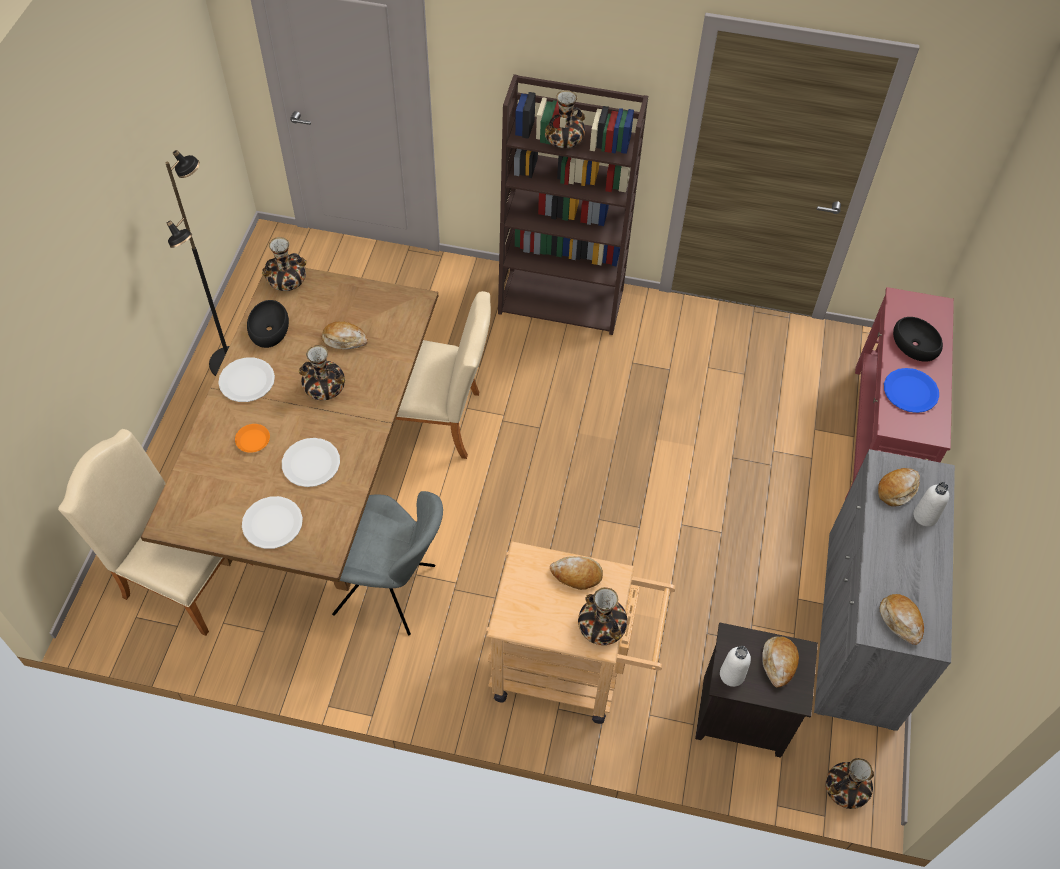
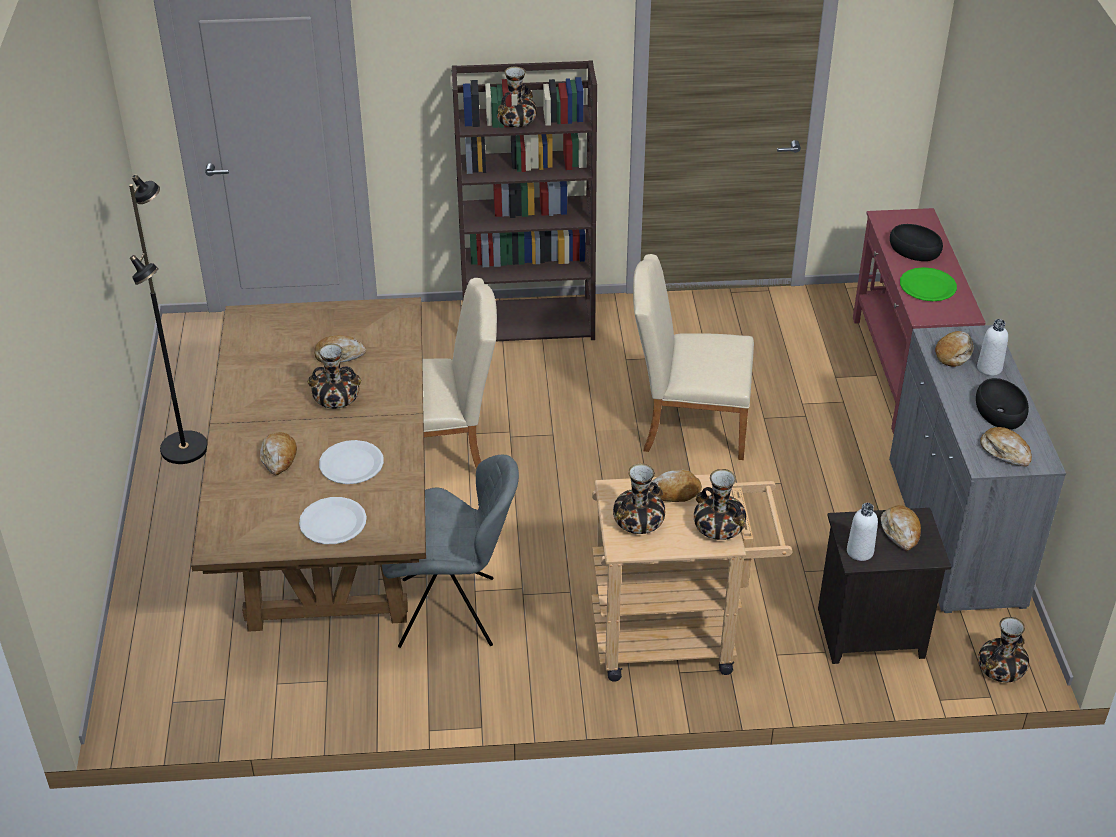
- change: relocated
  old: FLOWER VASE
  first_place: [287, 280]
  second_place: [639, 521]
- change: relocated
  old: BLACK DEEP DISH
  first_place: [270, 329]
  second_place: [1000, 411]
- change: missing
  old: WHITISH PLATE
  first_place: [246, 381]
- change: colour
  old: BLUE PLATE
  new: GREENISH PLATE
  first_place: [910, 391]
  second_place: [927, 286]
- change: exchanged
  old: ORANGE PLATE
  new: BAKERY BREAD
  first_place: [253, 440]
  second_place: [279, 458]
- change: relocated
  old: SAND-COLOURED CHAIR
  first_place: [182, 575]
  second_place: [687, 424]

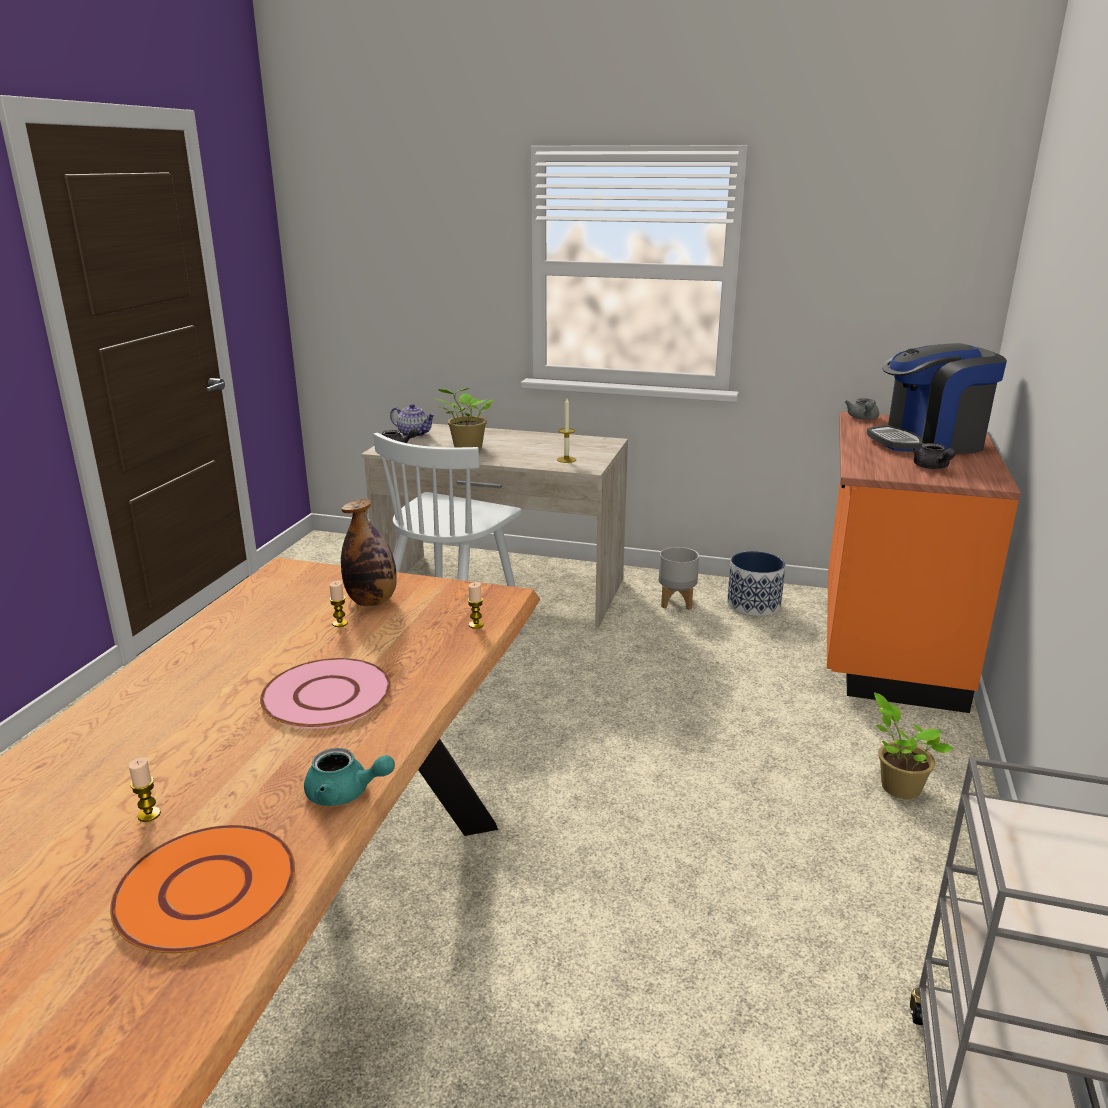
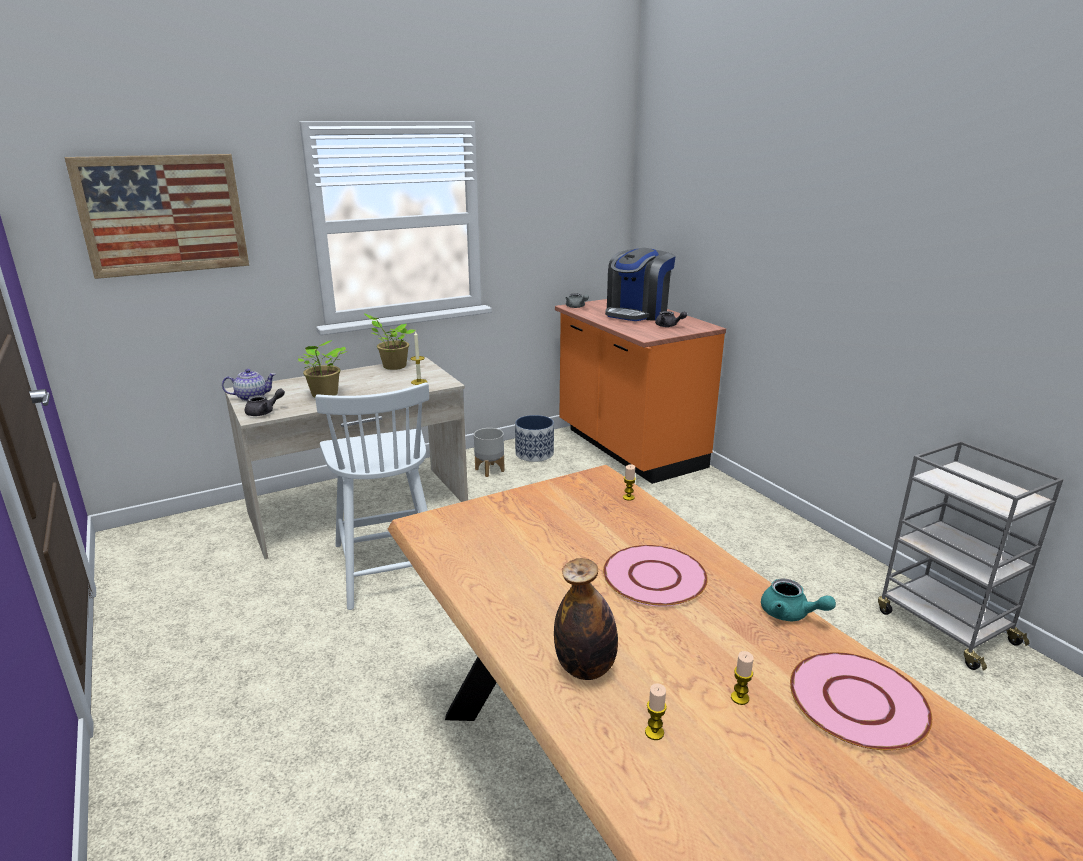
- change: relocated
  old: BEVERAGE BOTTLE
  first_place: [372, 601]
  second_place: [585, 668]
- change: relocated
  old: WAX CANDLE
  first_place: [340, 623]
  second_place: [654, 732]
- change: relocated
  old: HOUSEPLANT
  first_place: [897, 786]
  second_place: [392, 366]
- change: spun
  old: TURQUOISE-COLOURED POT FOR TEA
  first_place: [346, 793]
  second_place: [790, 614]
  degrees: 75
- change: colour
  old: ORANGE PLATE
  new: PINK PLATE
  first_place: [208, 889]
  second_place: [857, 701]
- change: appeared
  new: WALL ART
  second_place: [163, 215]

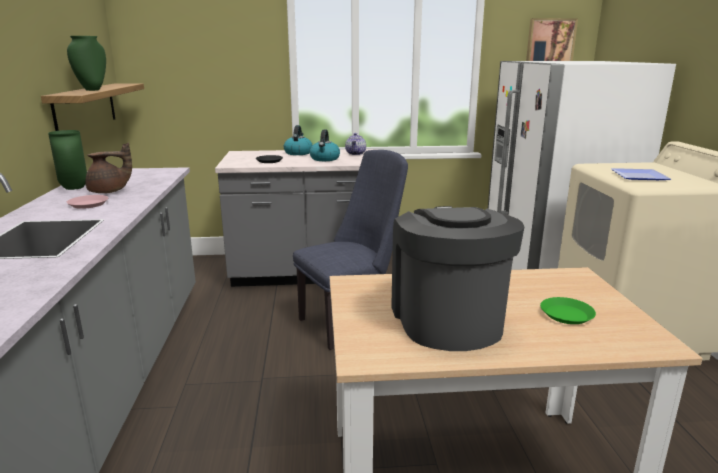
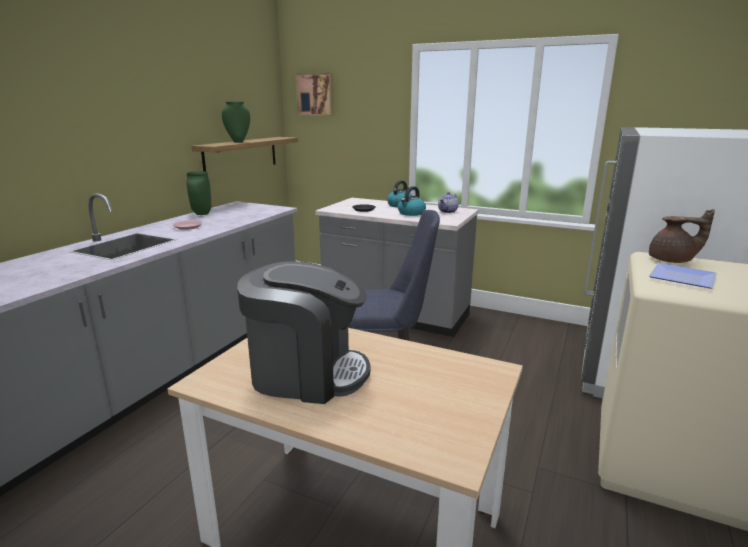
- change: relocated
  old: WALL ART
  first_place: [550, 43]
  second_place: [316, 94]
- change: relocated
  old: BROWN-COLOURED POT FOR TEA
  first_place: [109, 191]
  second_place: [672, 261]
- change: spun
  old: COFFEE BREWER
  first_place: [447, 319]
  second_place: [307, 373]
  degrees: 75
- change: missing
  old: GREENISH PLATE
  first_place: [566, 315]

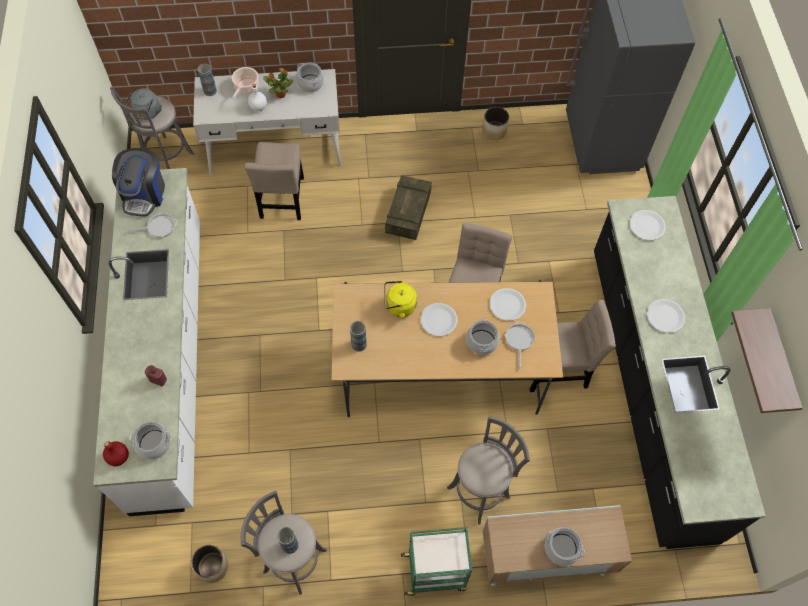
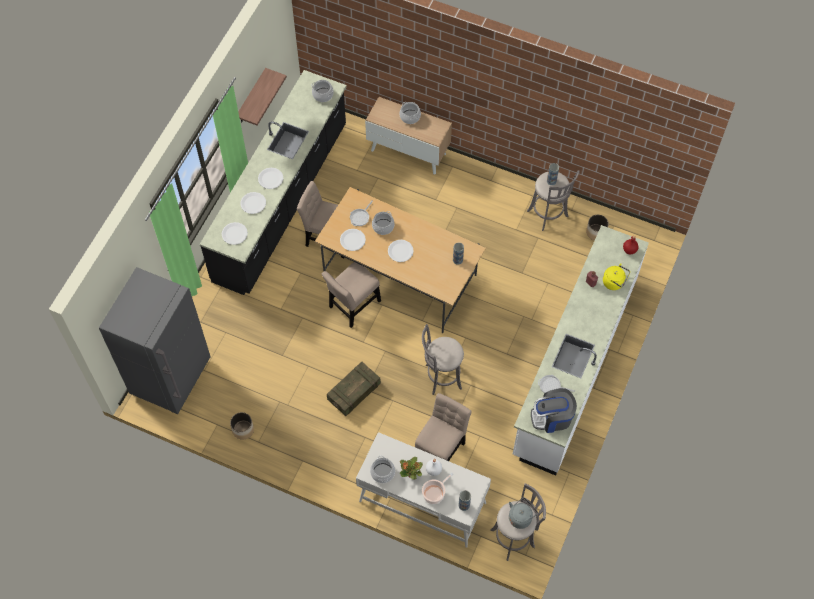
- change: spun
  old: COFFEE BREWER
  first_place: [144, 194]
  second_place: [552, 417]
  degrees: -135
- change: relocated
  old: YELLOW TEA KETTLE
  first_place: [399, 306]
  second_place: [614, 282]
- change: relocated
  old: GREY STOOL SEAT
  first_place: [481, 490]
  second_place: [441, 377]
- change: relocated
  old: SAUCEPOT
  first_place: [154, 443]
  second_place: [322, 95]
- change: missing
  old: GREENISH TROLLEY
  first_place: [435, 572]
- change: appeared
  new: WHITISH PLATE
  second_place: [253, 203]

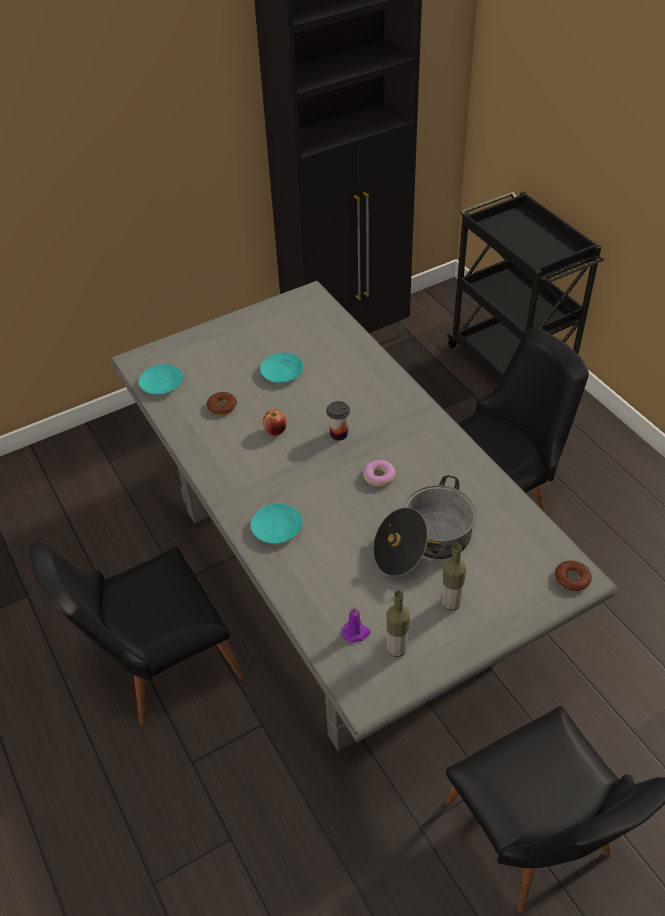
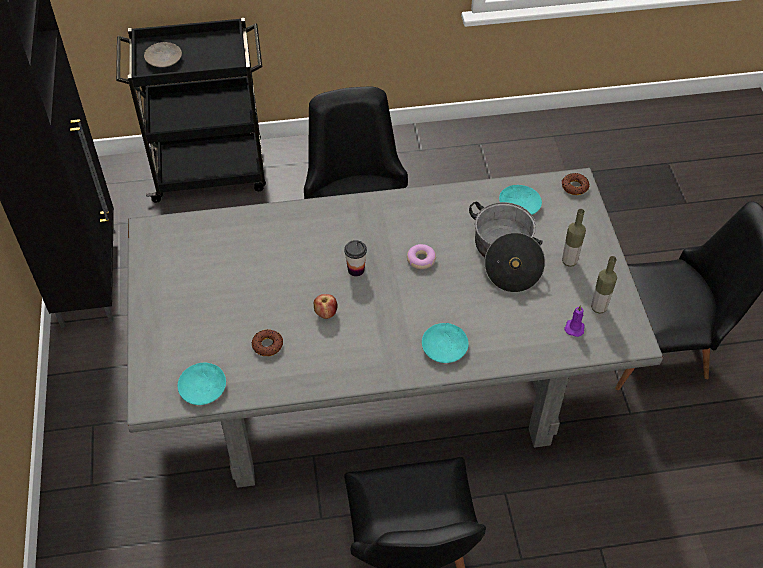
- change: relocated
  old: TURQUOISE-COLOURED PLATE
  first_place: [282, 372]
  second_place: [519, 204]
- change: appeared
  new: SAND-COLOURED PLATE
  second_place: [163, 58]

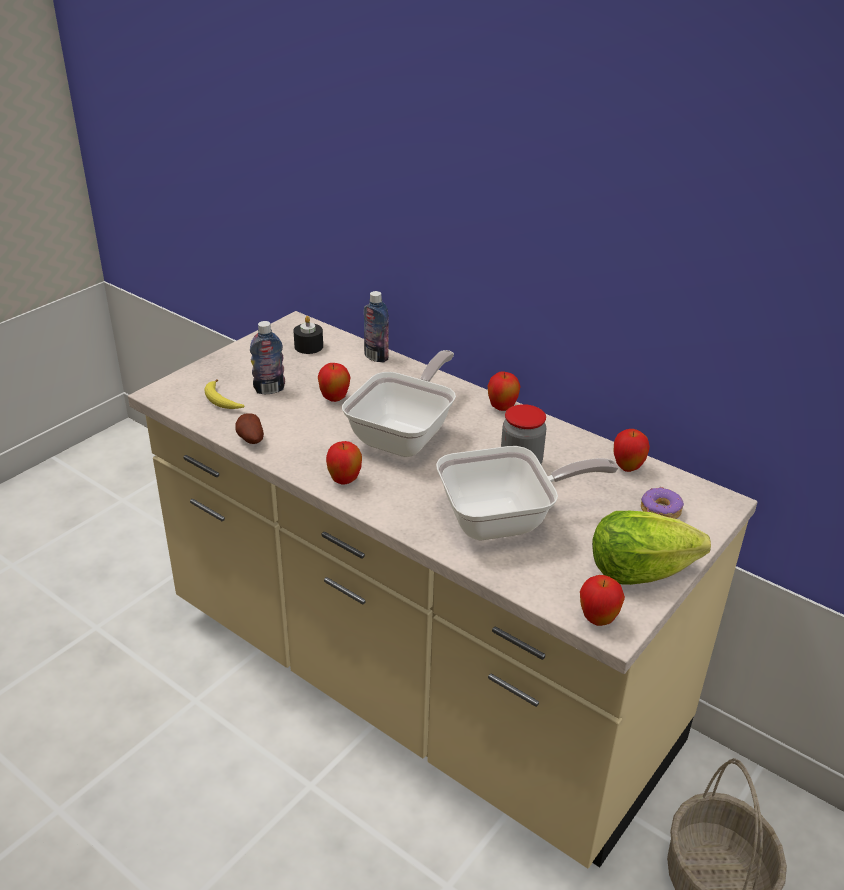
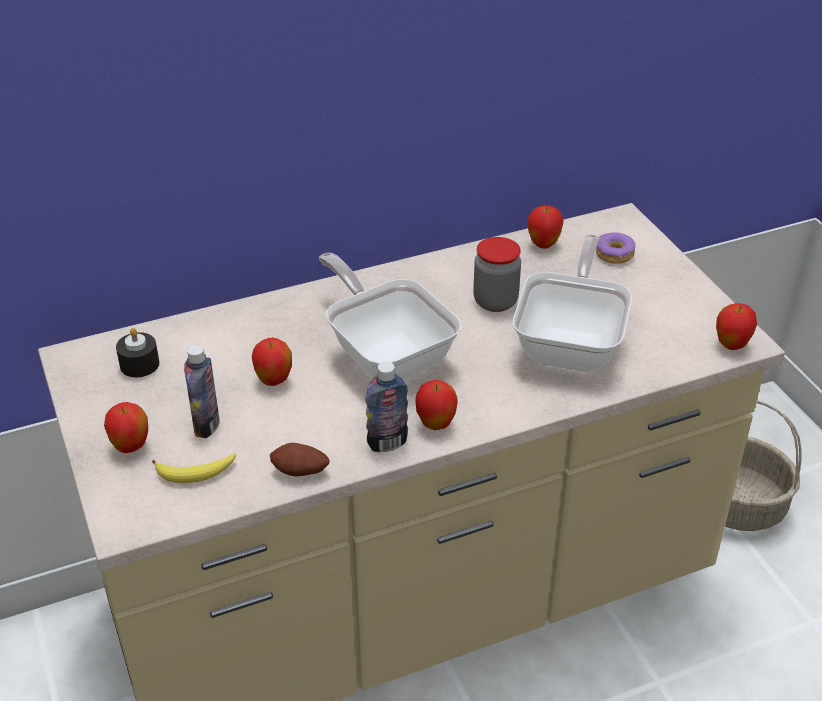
- change: relocated
  old: BEVERAGE BOTTLE
  first_place: [376, 357]
  second_place: [387, 443]
- change: relocated
  old: WHOLE APPLE
  first_place: [502, 408]
  second_place: [131, 447]
- change: missing
  old: LETTUCE
  first_place: [638, 571]

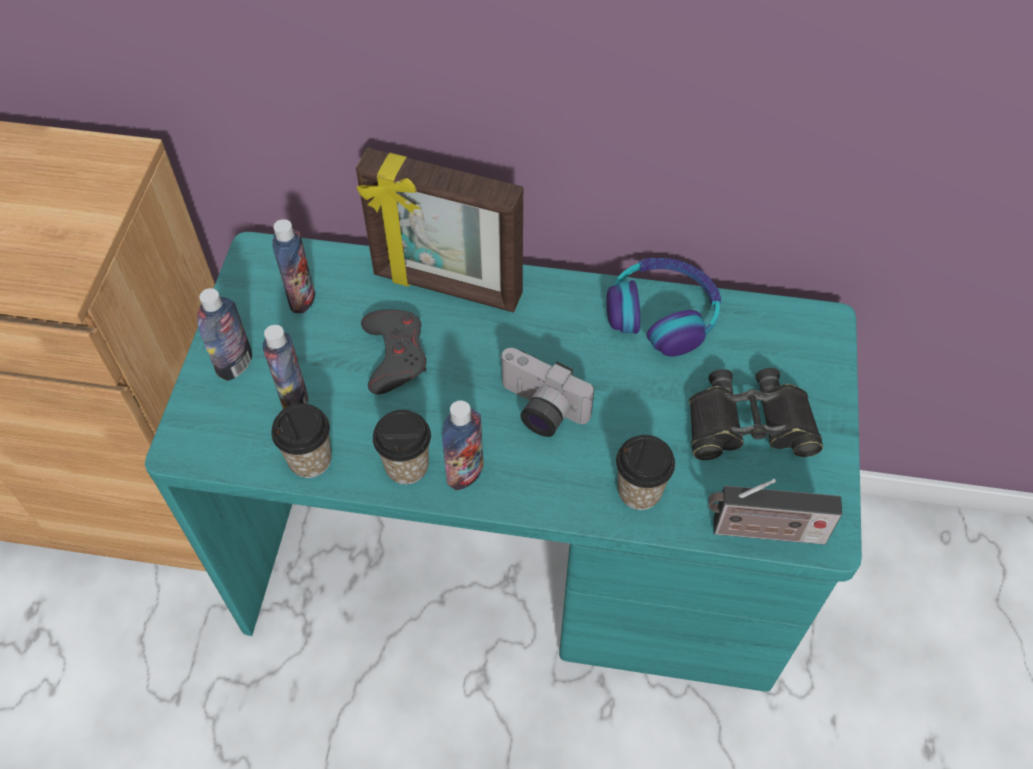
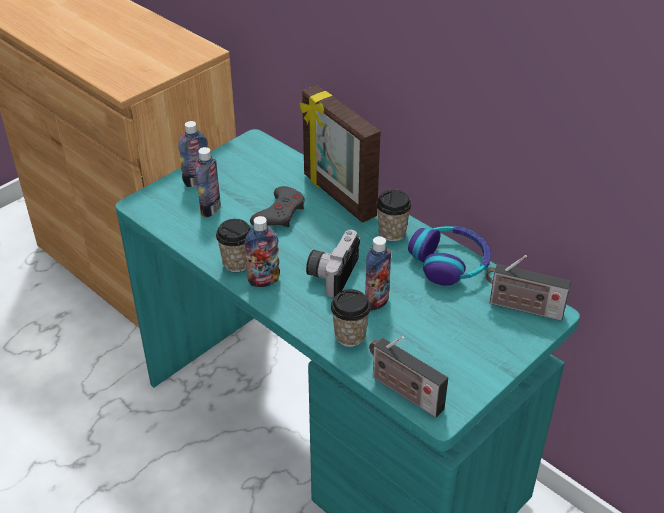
- change: relocated
  old: BEVERAGE BOTTLE
  first_place: [302, 298]
  second_place: [376, 301]
- change: spun
  old: STILL CAMERA
  first_place: [538, 410]
  second_place: [331, 273]
  degrees: 45
- change: missing
  old: BLACK BINOCULARS
  first_place: [749, 424]
- change: relocated
  old: DRINKING CUP
  first_place: [310, 460]
  second_place: [392, 233]
- change: appeared
  new: RADIO
  second_place: [522, 308]

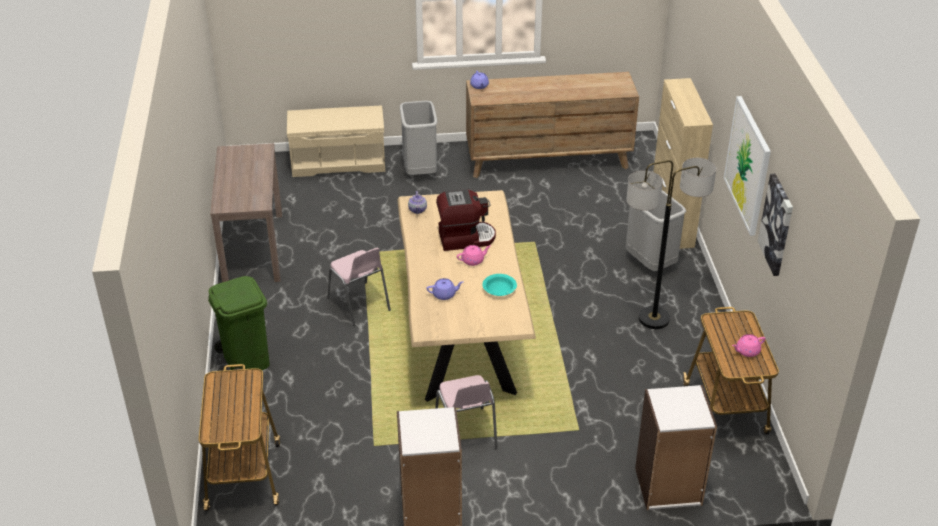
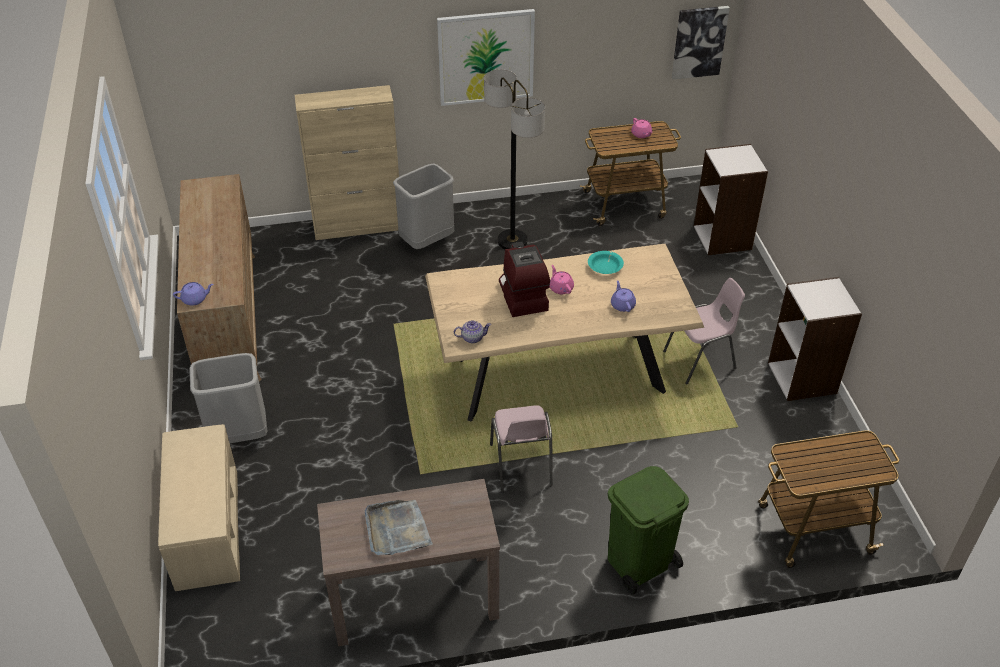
- change: relocated
  old: WALL ART
  first_place: [777, 224]
  second_place: [699, 42]
- change: spun
  old: PINK CHAIR
  first_place: [359, 305]
  second_place: [521, 466]
  degrees: 120
- change: appeared
  new: GREY CARRYING TRAY
  second_place: [397, 530]

